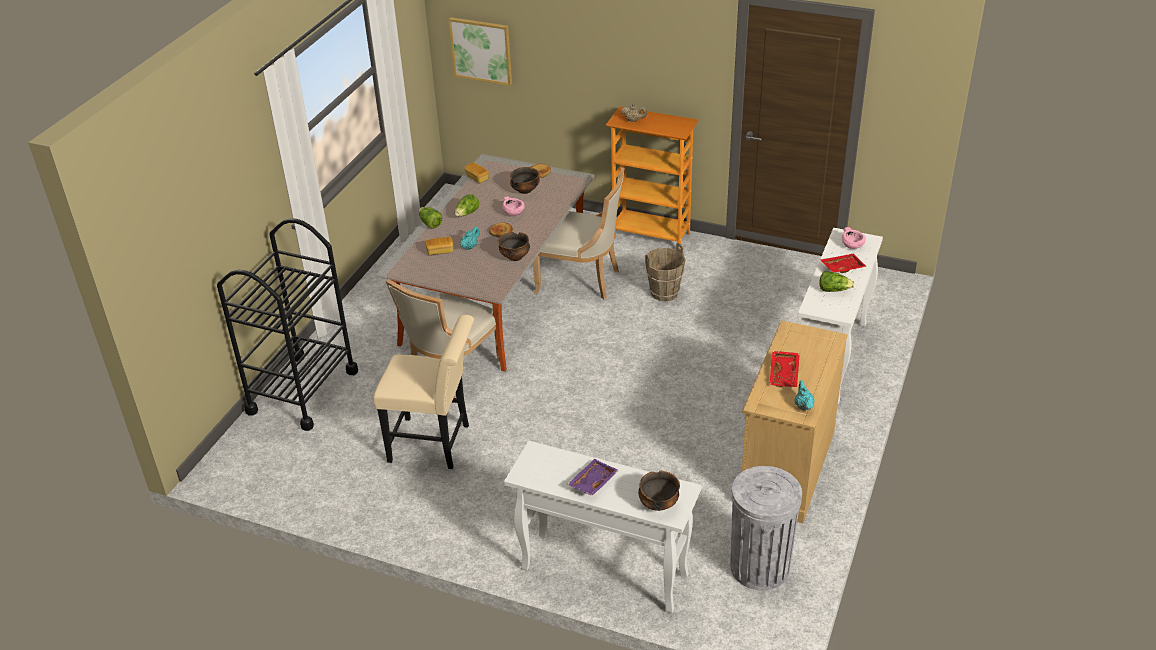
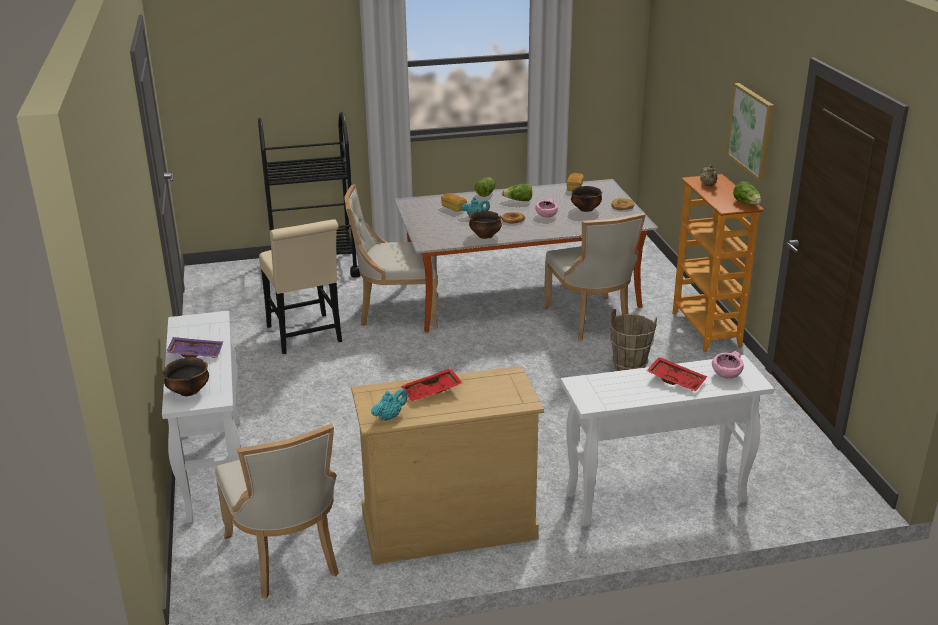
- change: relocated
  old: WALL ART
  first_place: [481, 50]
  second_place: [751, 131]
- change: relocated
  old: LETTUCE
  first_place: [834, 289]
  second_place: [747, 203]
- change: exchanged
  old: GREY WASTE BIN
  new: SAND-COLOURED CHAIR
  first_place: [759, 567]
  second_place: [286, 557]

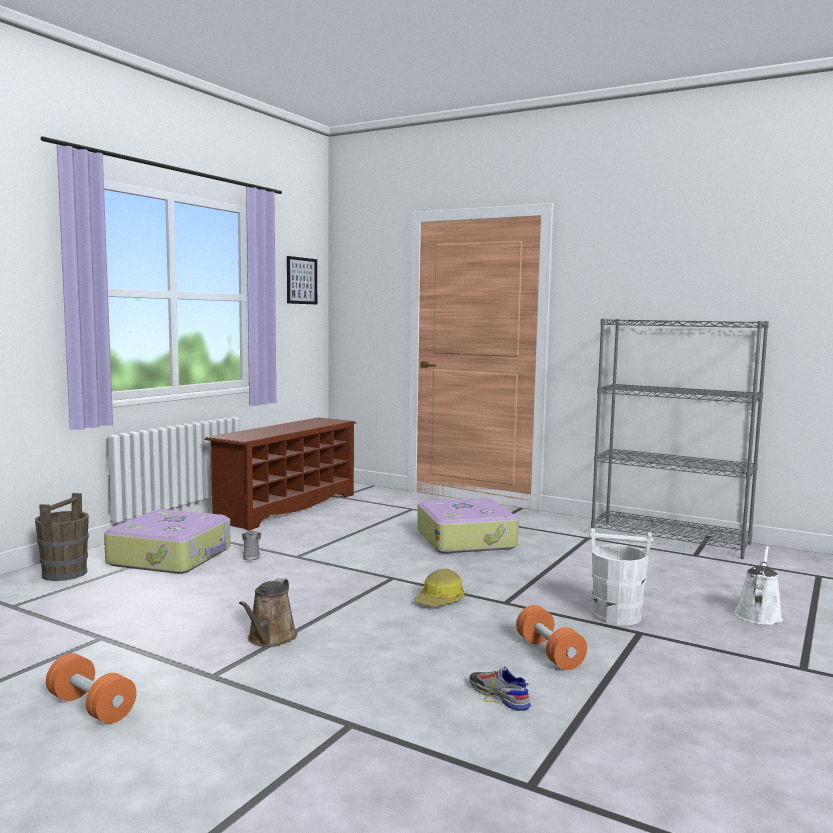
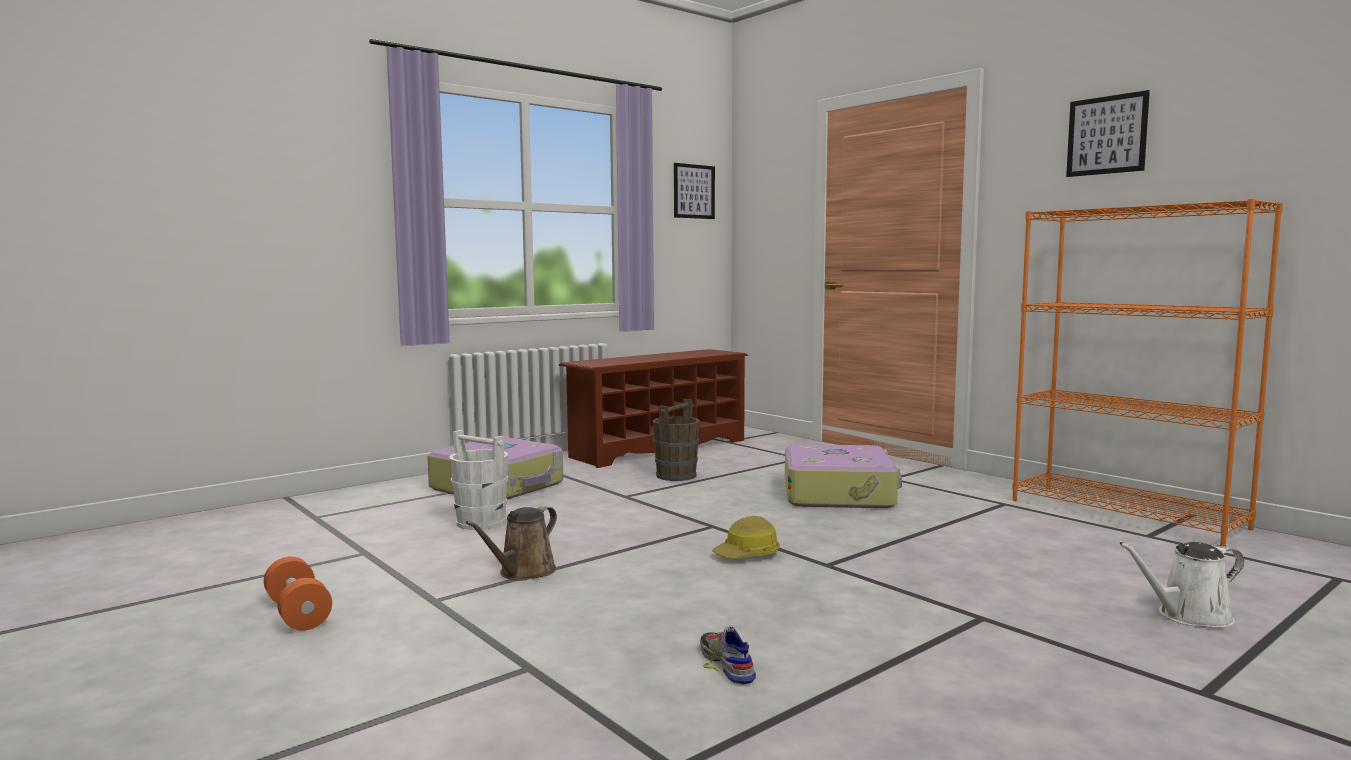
- change: colour
  old: GREY SHELVING UNIT
  new: ORANGE SHELVING UNIT
  first_place: [670, 539]
  second_place: [1127, 514]
- change: relocated
  old: BROWN-COLOURED BUCKET
  first_place: [65, 573]
  second_place: [676, 475]
- change: relocated
  old: WHITISH BUCKET
  first_place: [617, 616]
  second_place: [481, 522]
- change: missing
  old: GREY ITEM OF FOOTWEAR
  first_place: [251, 555]
- change: spun
  old: WHITISH WATERING POT
  first_place: [758, 614]
  second_place: [1188, 616]
  degrees: -150
- change: missing
  old: ORANGE HAND WEIGHT
  first_place: [549, 653]
- change: appeared
  new: WALL ART
  second_place: [1107, 135]

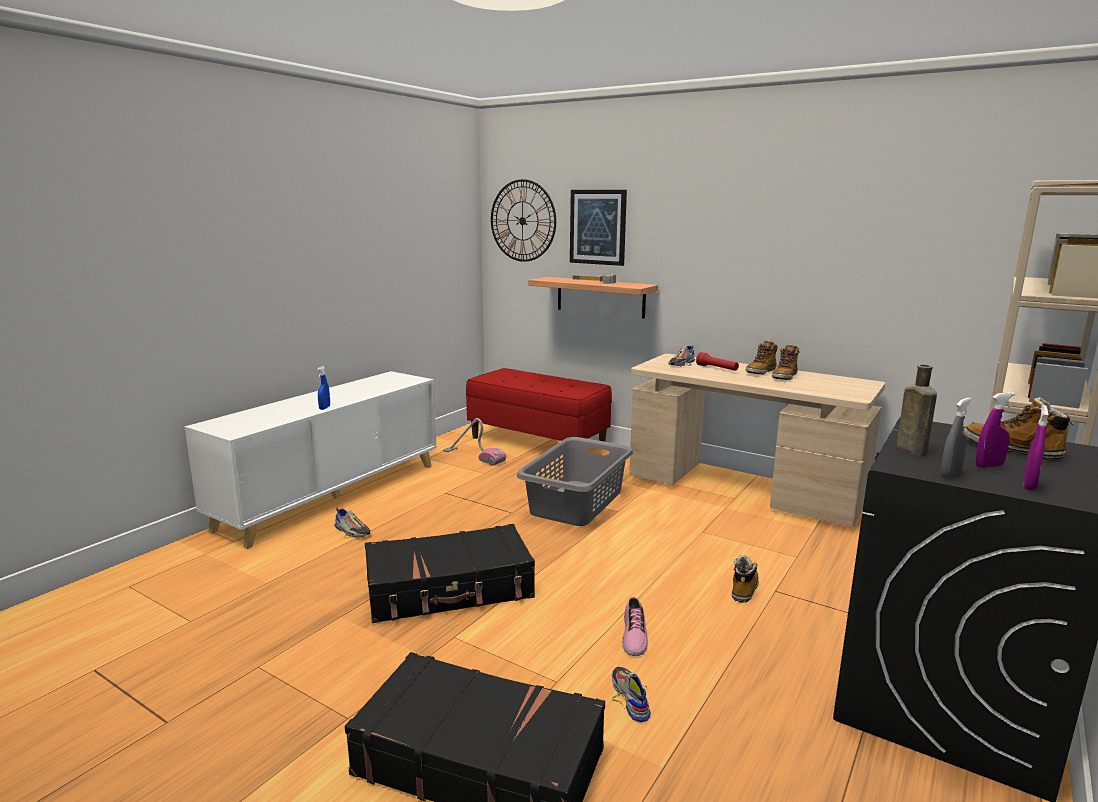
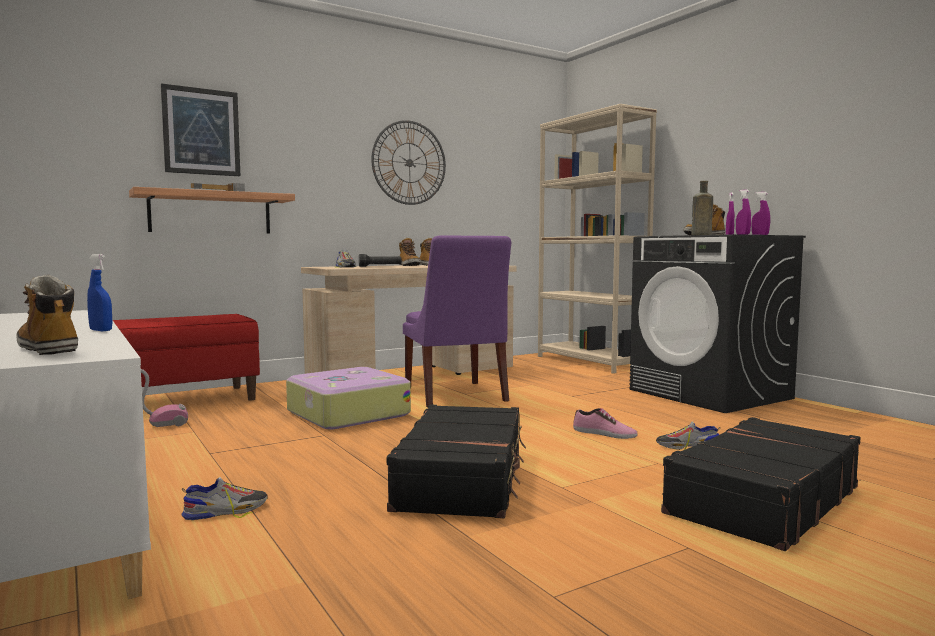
- change: relocated
  old: HANGING CLOCK
  first_place: [522, 221]
  second_place: [409, 163]
- change: colour
  old: RED-COLOURED TORCH
  new: BLACK TORCH
  first_place: [717, 369]
  second_place: [380, 266]
- change: colour
  old: GREY SPRAYER
  new: PURPLE SPRAYER
  first_place: [950, 474]
  second_place: [742, 234]
- change: exchanged
  old: GREY LAUNDRY BASKET
  new: PIECE OF LUGGAGE
  first_place: [575, 502]
  second_place: [346, 413]
- change: relocated
  old: BOOT
  first_place: [744, 588]
  second_place: [49, 350]
- change: appeared
  new: PURPLE CHAIR
  second_place: [455, 395]

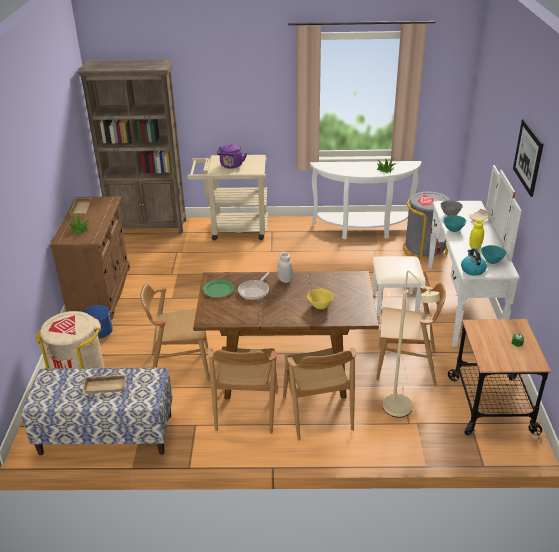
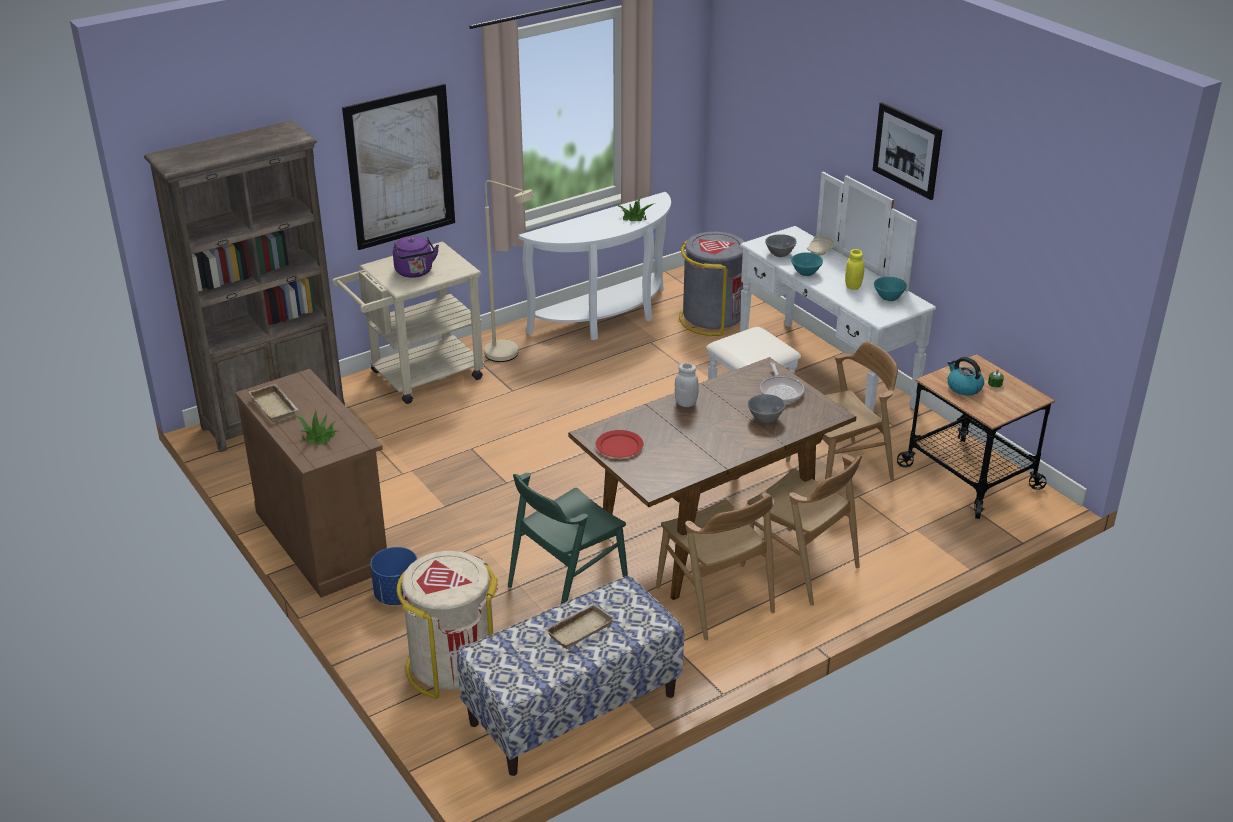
- change: relocated
  old: TEA KETTLE
  first_place: [472, 270]
  second_place: [963, 387]
- change: relocated
  old: SAND-COLOURED STANDING LAMP
  first_place: [401, 412]
  second_place: [509, 356]
- change: relocated
  old: PAN
  first_place: [255, 291]
  second_place: [781, 391]
- change: colour
  old: GREENISH PLATE
  new: RED-COLOURED PLATE
  first_place: [218, 290]
  second_place: [619, 446]
- change: colour
  old: BROWN-COLOURED CHAIR
  new: GREENISH CHAIR
  first_place: [179, 366]
  second_place: [567, 587]
- change: colour
  old: YELLOW DEEP DISH
  new: GREY DEEP DISH
  first_place: [320, 305]
  second_place: [765, 418]
- change: appeared
  new: WALL ART
  second_place: [400, 167]

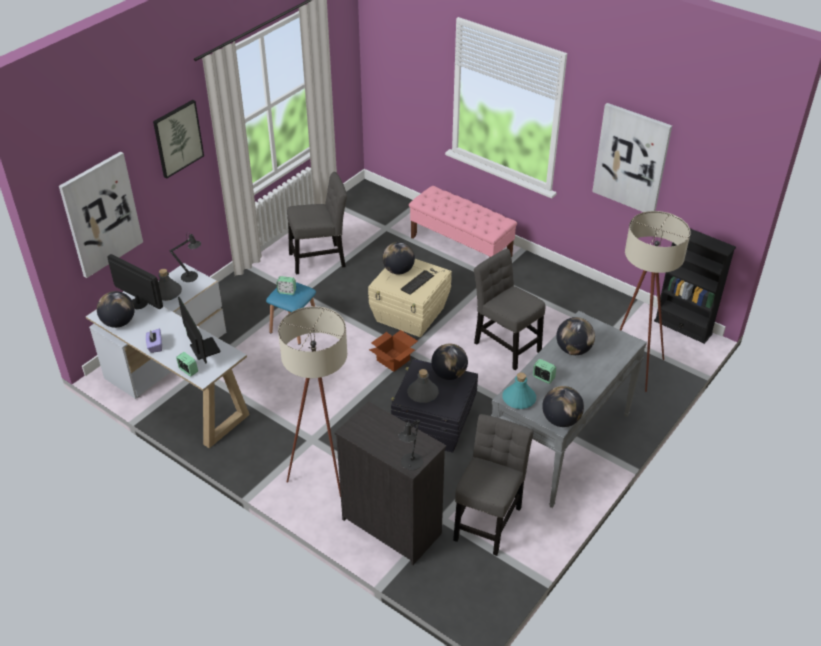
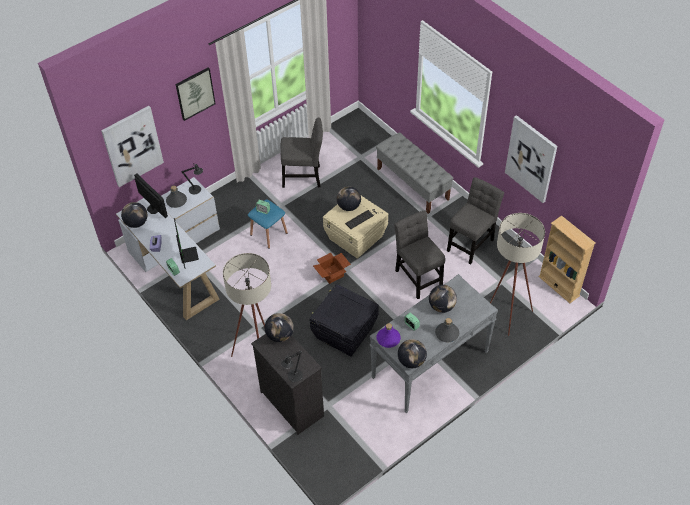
- change: colour
  old: PINK INDOOR BENCH
  new: GREY INDOOR BENCH
  first_place: [461, 247]
  second_place: [413, 184]
- change: colour
  old: BLACK SHELVING UNIT
  new: SAND-COLOURED SHELVING UNIT
  first_place: [683, 327]
  second_place: [559, 286]
- change: relocated
  old: GLOBE
  first_place: [449, 374]
  second_place: [280, 335]
- change: relocated
  old: GREY BEVERAGE BOTTLE
  first_place: [423, 393]
  second_place: [447, 333]
- change: colour
  old: TURQUOISE-COLOURED BEVERAGE BOTTLE
  new: PURPLE BEVERAGE BOTTLE
  first_place: [519, 399]
  second_place: [388, 339]
- change: relocated
  old: GREY CHAIR
  first_place: [488, 520]
  second_place: [471, 243]

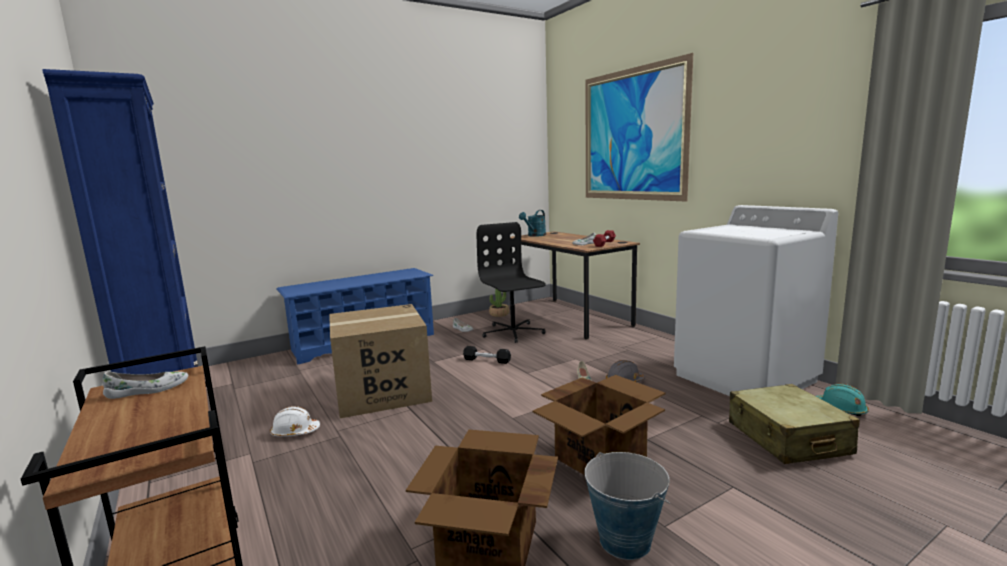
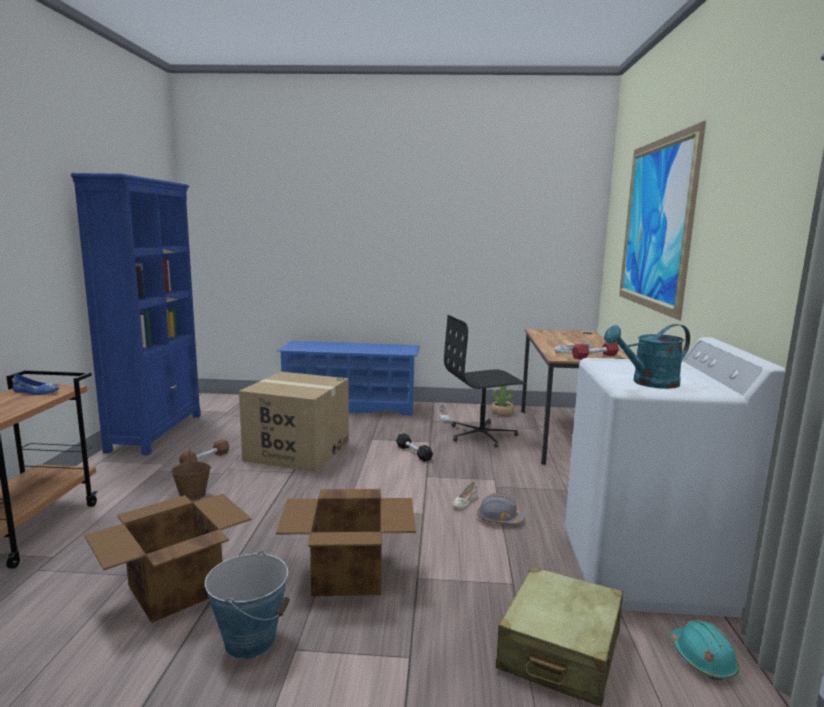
- change: relocated
  old: TURQUOISE-COLOURED WATERING POT
  first_place: [535, 235]
  second_place: [648, 383]
- change: spun
  old: BLACK COMPUTER CHAIR
  first_place: [512, 332]
  second_place: [482, 434]
  degrees: -120
- change: colour
  old: WHITISH ITEM OF FOOTWEAR
  new: BLUE ITEM OF FOOTWEAR
  first_place: [148, 390]
  second_place: [35, 392]
- change: exchanged
  old: WHITISH HARD HAT
  new: BROWN-COLOURED HAND WEIGHT
  first_place: [295, 432]
  second_place: [205, 460]
- change: appeared
  new: BROWN-COLOURED BUCKET
  second_place: [193, 495]

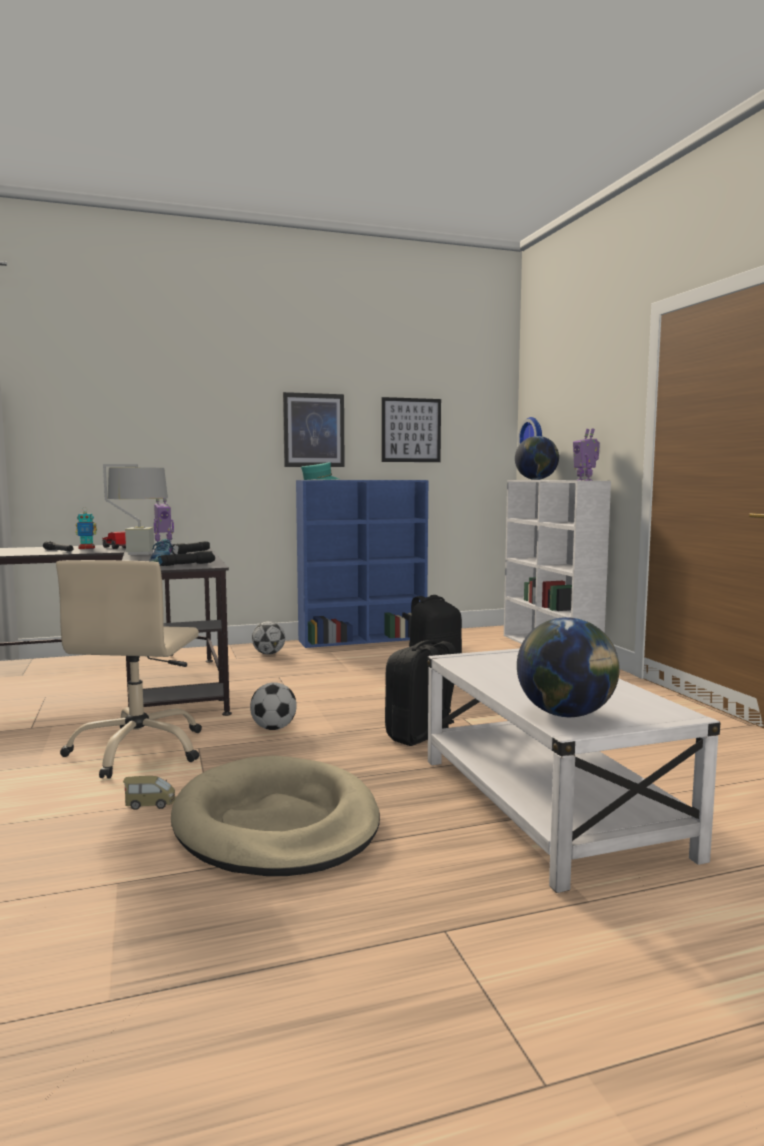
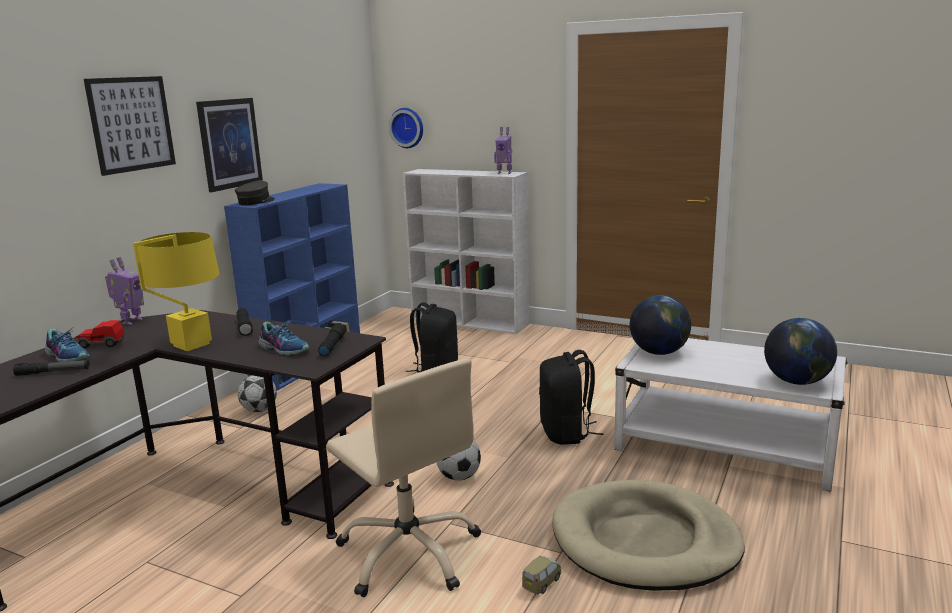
- change: relocated
  old: WALL ART
  first_place: [411, 430]
  second_place: [131, 124]
- change: relocated
  old: GLOBE
  first_place: [536, 479]
  second_place: [659, 352]
- change: colour
  old: TURQUOISE-COLOURED BASEBALL CAP
  new: GREY BASEBALL CAP
  first_place: [320, 479]
  second_place: [256, 202]
- change: colour
  old: GREY LAMP FOR A TABLE
  new: YELLOW LAMP FOR A TABLE
  first_place: [140, 553]
  second_place: [191, 345]
- change: exchanged
  old: TOY ROBOT
  new: ITEM OF FOOTWEAR
  first_place: [87, 548]
  second_place: [68, 356]

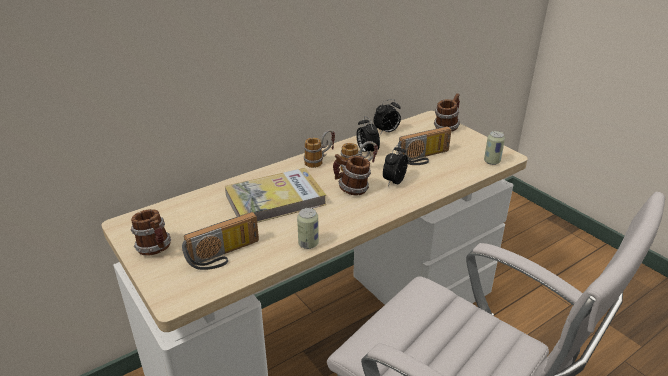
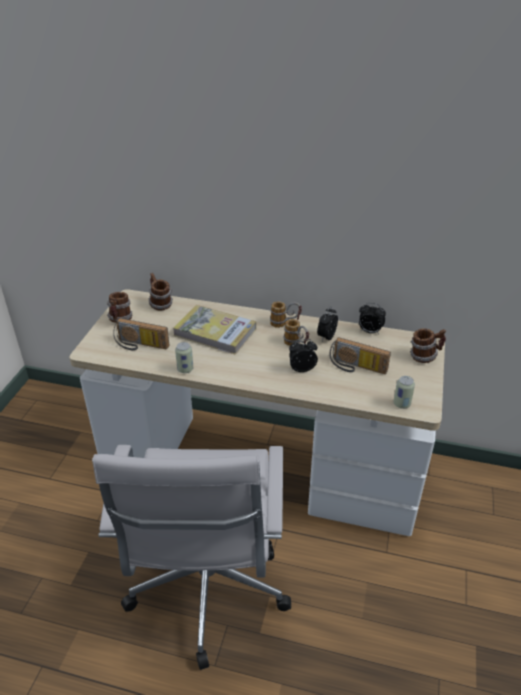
- change: relocated
  old: MUG
  first_place: [351, 189]
  second_place: [160, 304]

